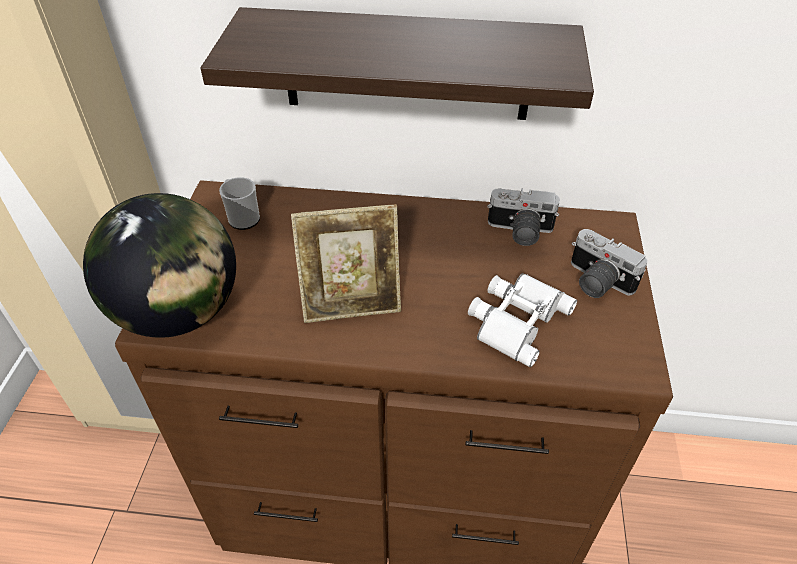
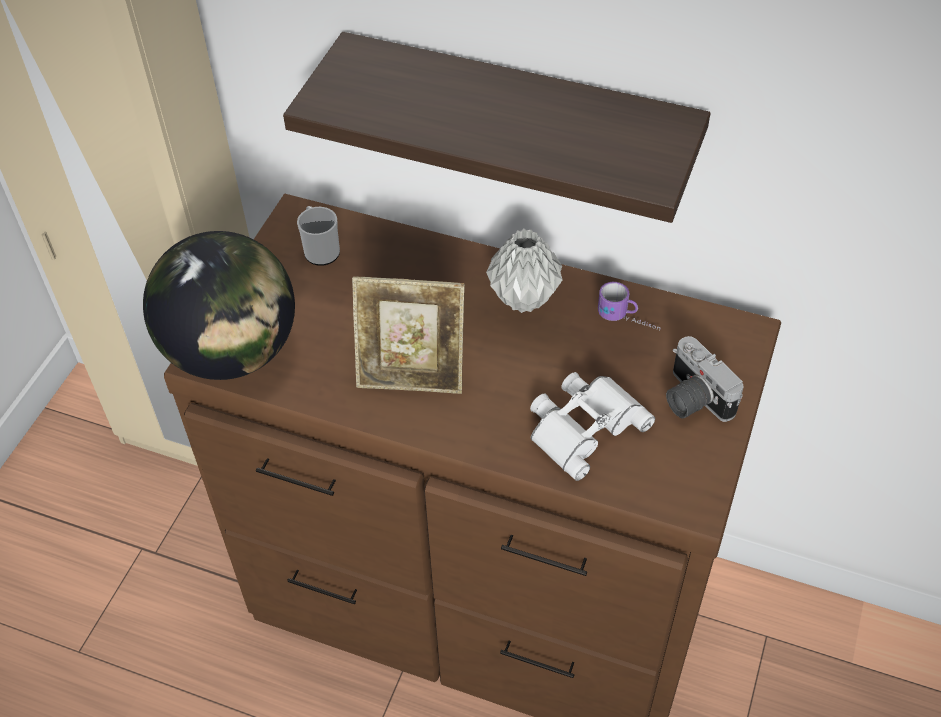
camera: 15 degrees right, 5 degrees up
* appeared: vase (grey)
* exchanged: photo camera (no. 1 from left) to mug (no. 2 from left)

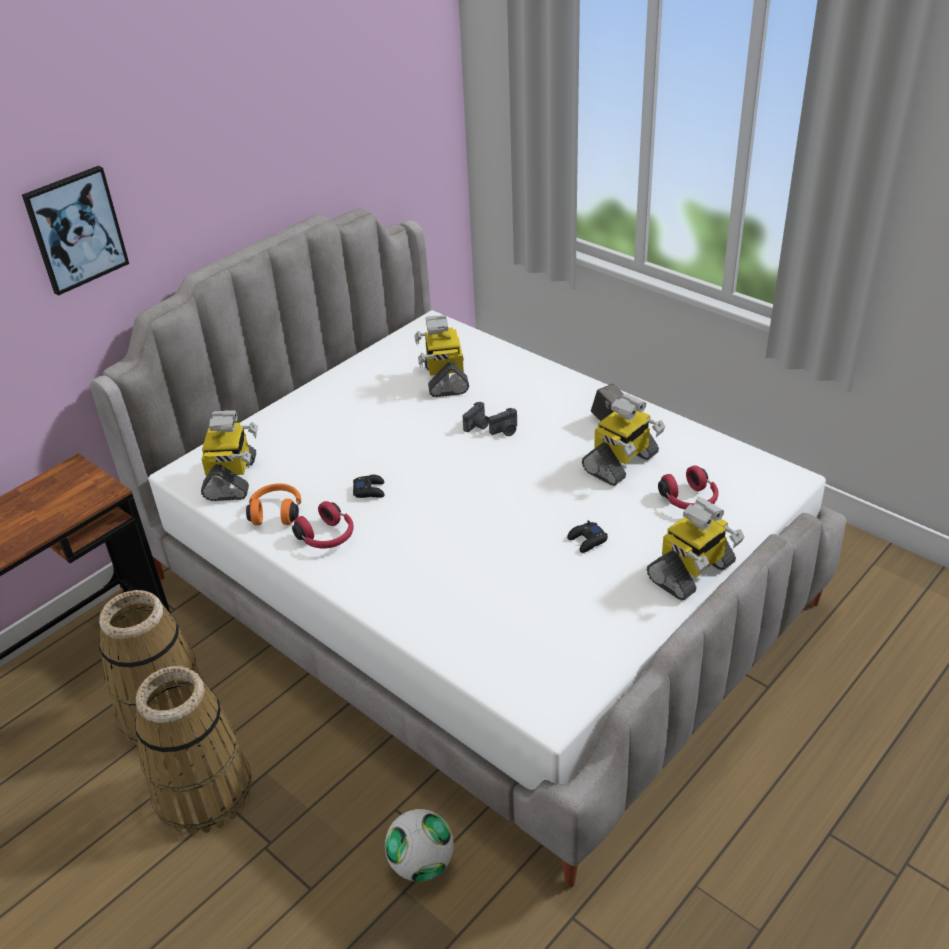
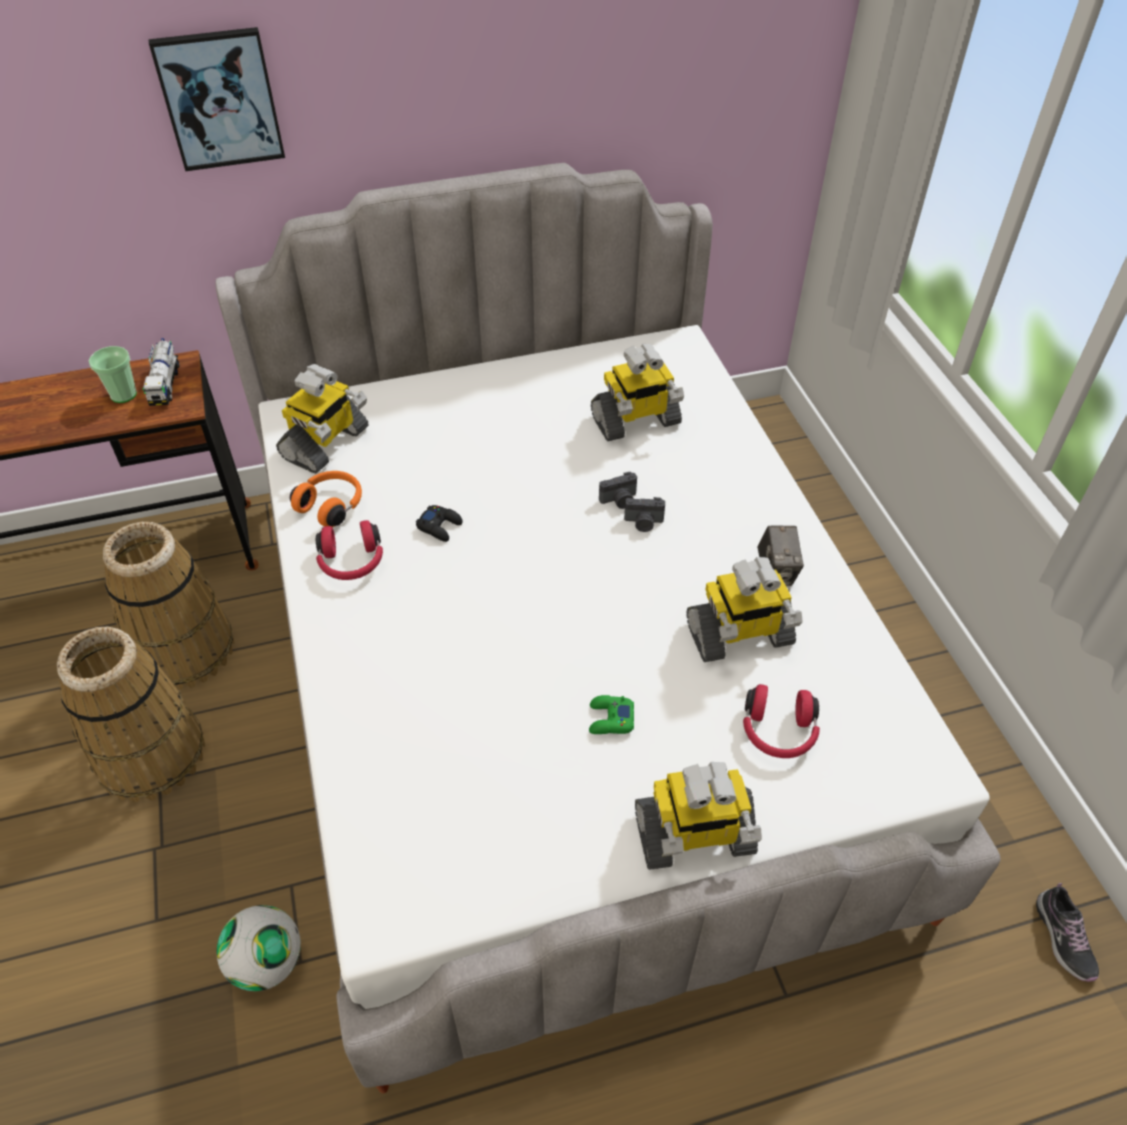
camera: 30 degrees right, 10 degrees up
* appeared: cup
* appeared: toy truck
* colour: game controller (black) (no. 2 from left) to game controller (green)
* spun: toy robot (no. 2 from left) 135 degrees counterclockwise
* appeared: shoe

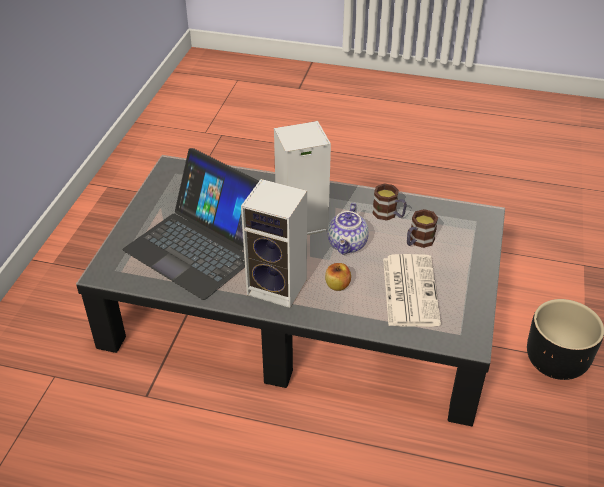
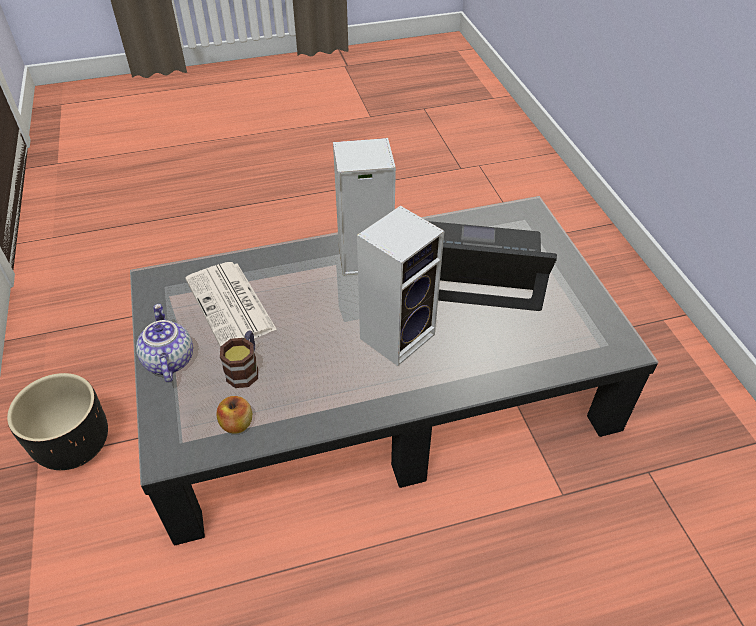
camera: 150 degrees right, 5 degrees up
* relocated: teapot
* relocated: apple
* missing: mug (no. 1 from left)

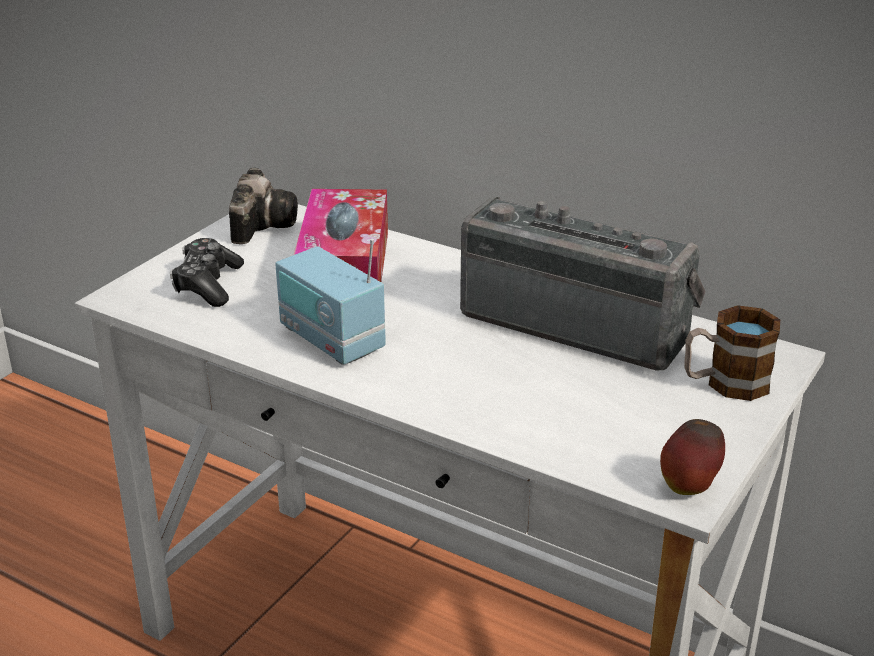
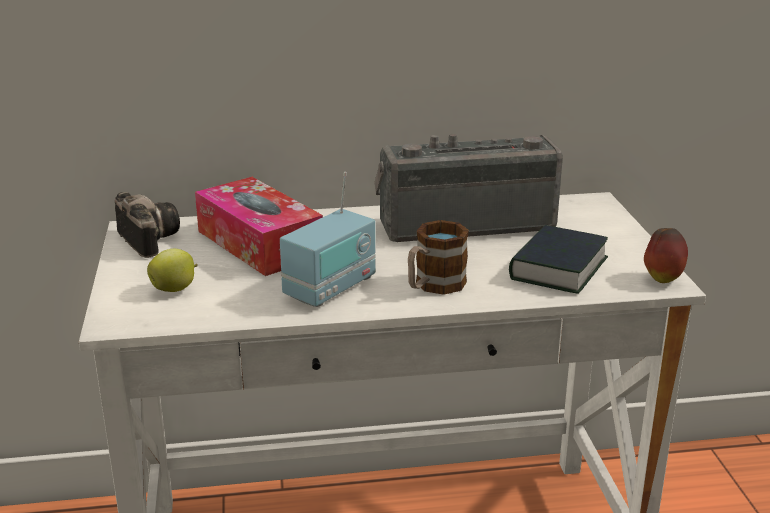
camera: 40 degrees left, 5 degrees down
* exchanged: game controller to apple (no. 1 from left)
* spun: radio (no. 1 from left) 60 degrees counterclockwise
* relocated: mug
* appeared: book

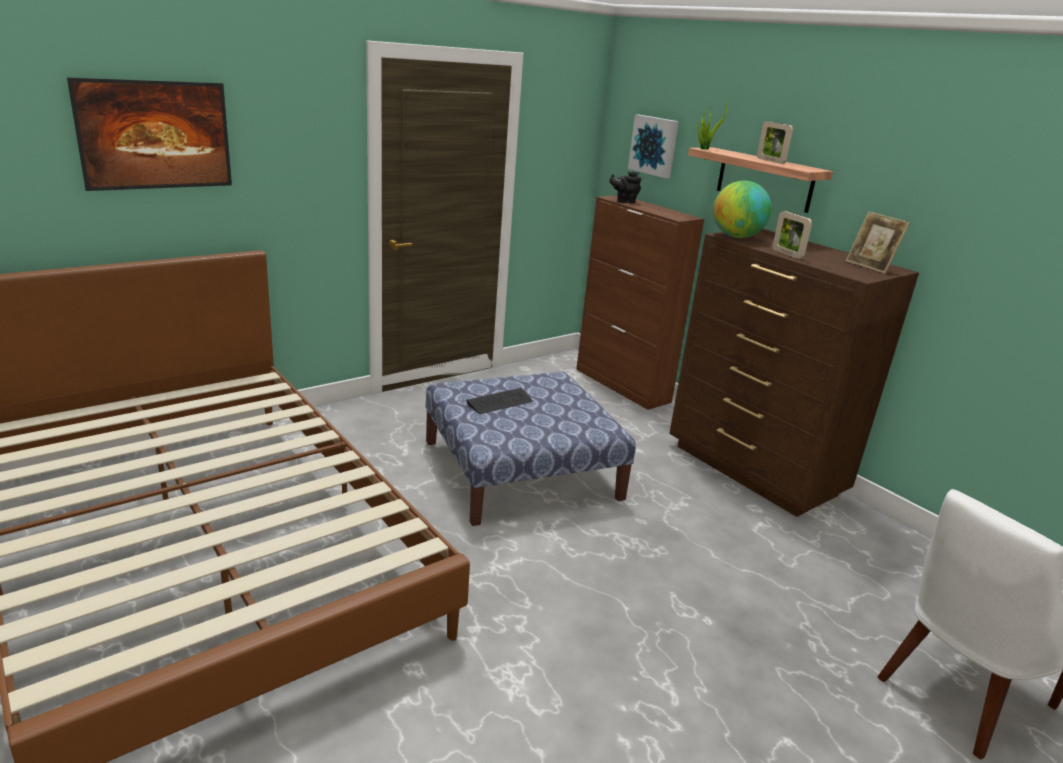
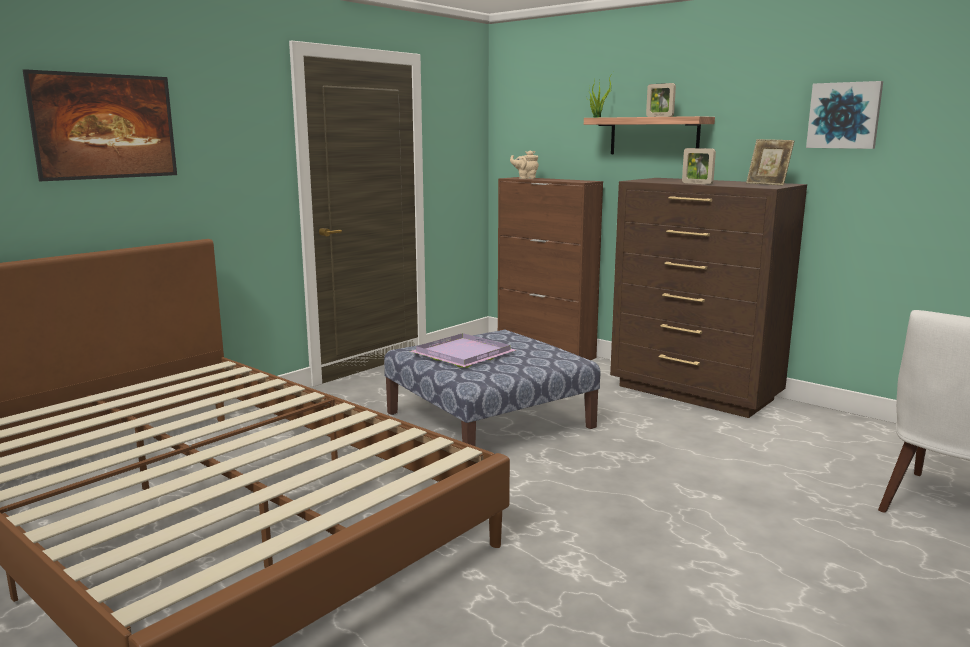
camera: 10 degrees left, 10 degrees down
* exchanged: keyboard to tray (purple)
* colour: teapot (black) to teapot (beige)
* relocated: picture (no. 2 from left)
* missing: globe

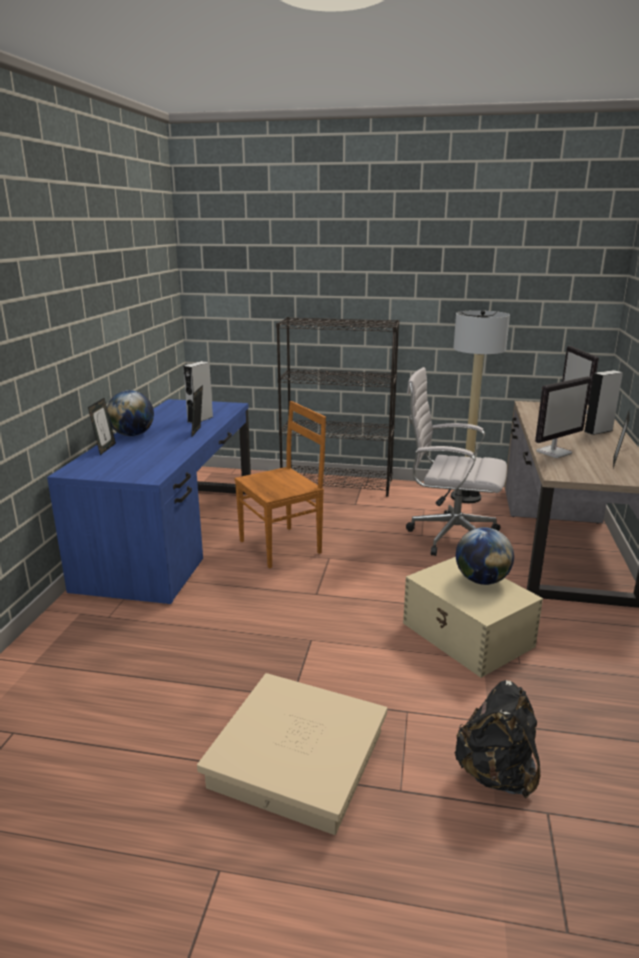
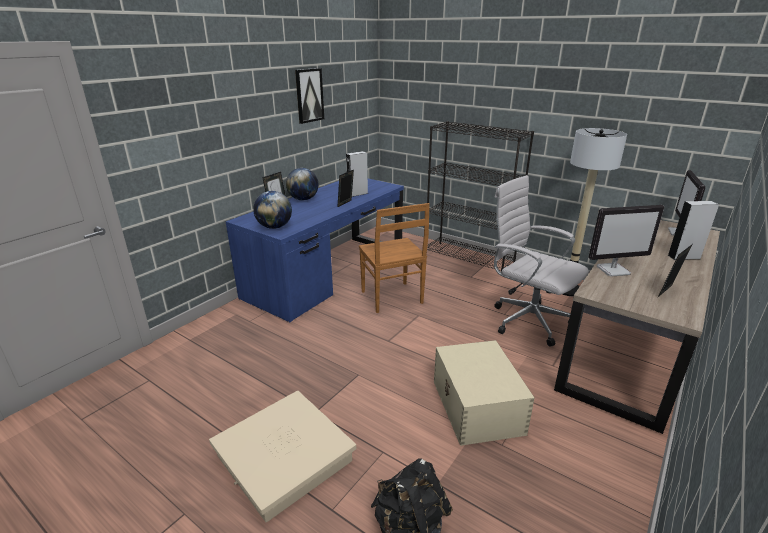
camera: 25 degrees right, 5 degrees up
* relocated: globe (no. 2 from left in the first image) to globe (no. 1 from left)
* appeared: picture
* spun: chair (brown) 75 degrees clockwise

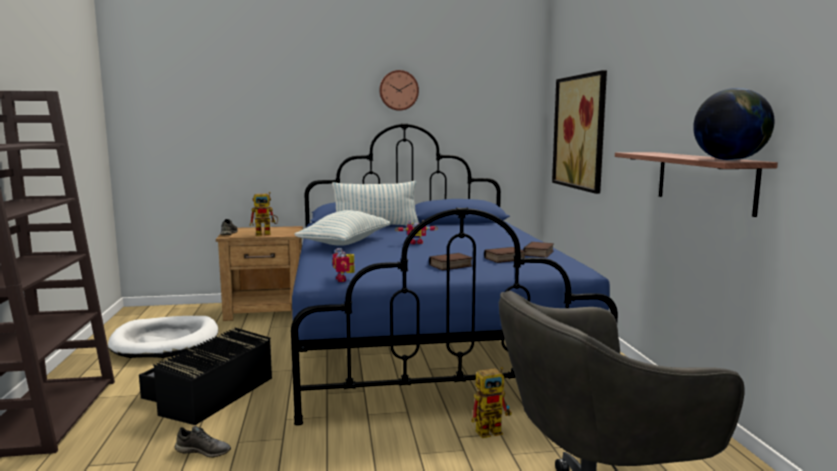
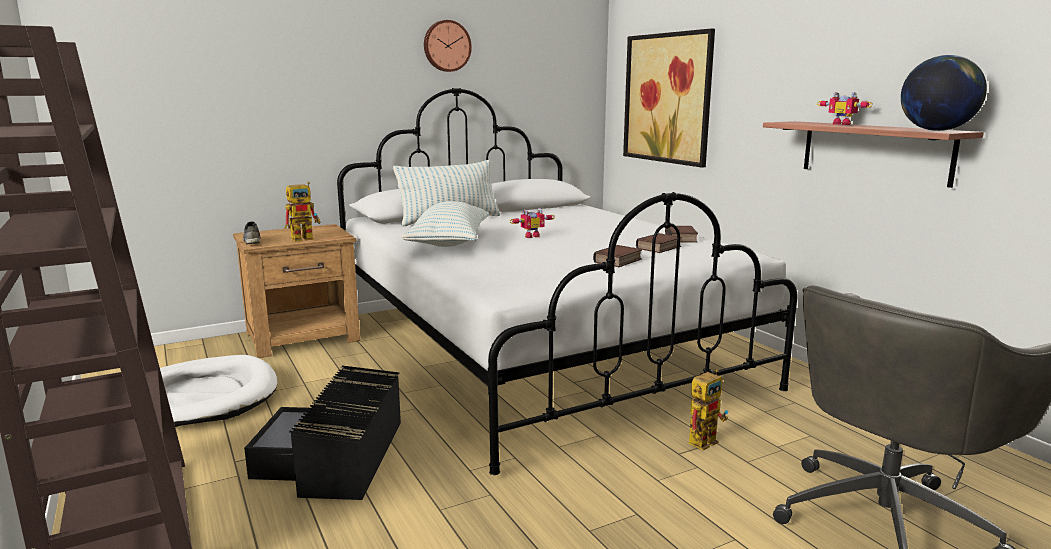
camera: 20 degrees left, 5 degrees up
* colour: bed (blue) to bed (white)
* relocated: toy robot (no. 2 from left in the first image) to toy robot (no. 4 from left)
* missing: shoe (grey) (no. 1 from left)

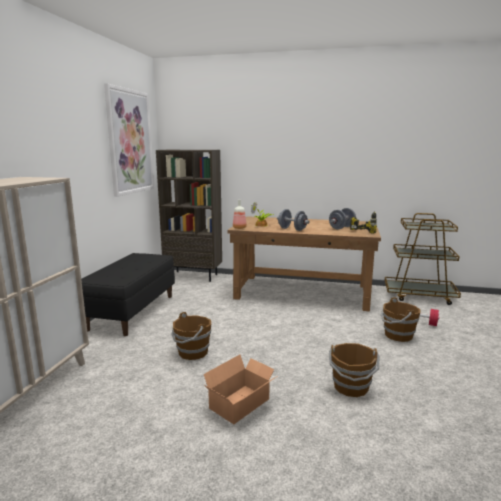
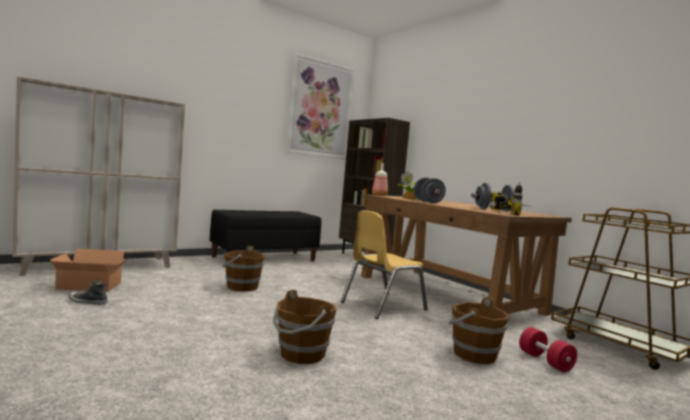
camera: 40 degrees right, 10 degrees down
* relocated: cardboard box
* appeared: shoe
* appeared: chair (yellow)

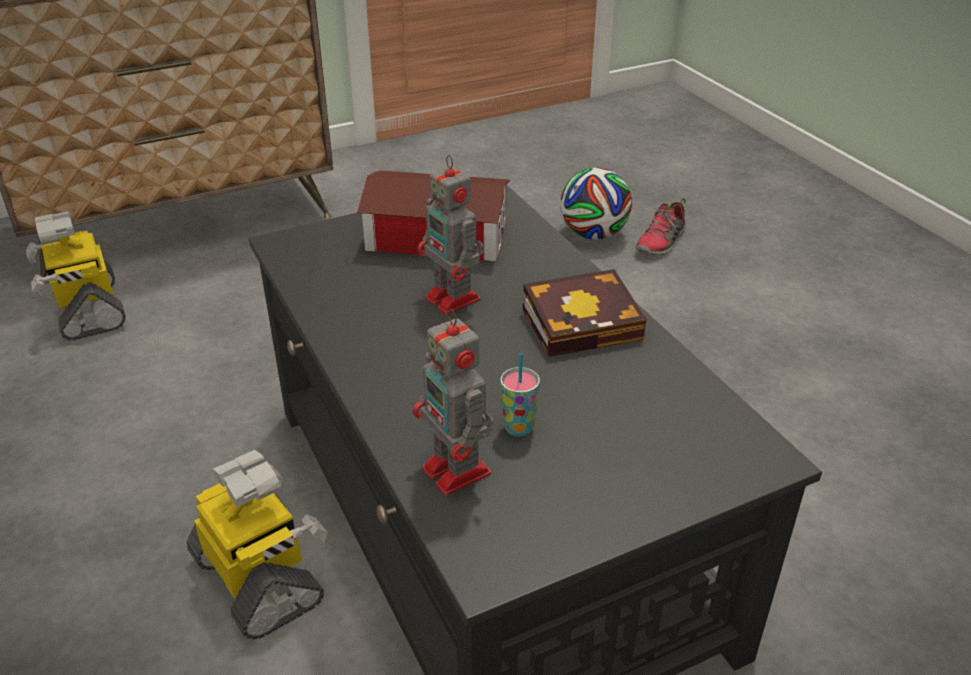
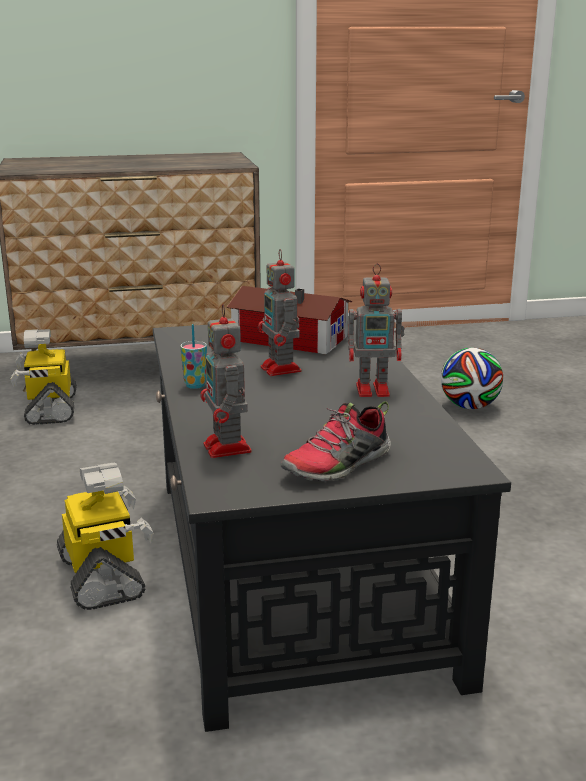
camera: 15 degrees right, 15 degrees down
* relocated: cup
* relocated: shoe
* exchanged: book to toy robot (no. 5 from left)

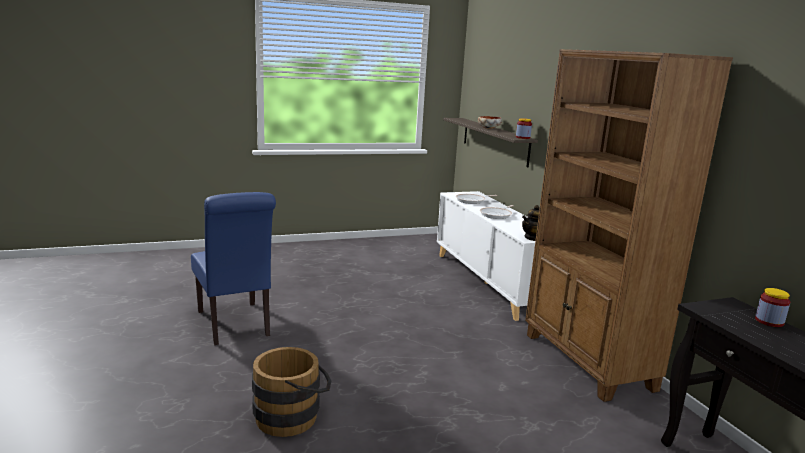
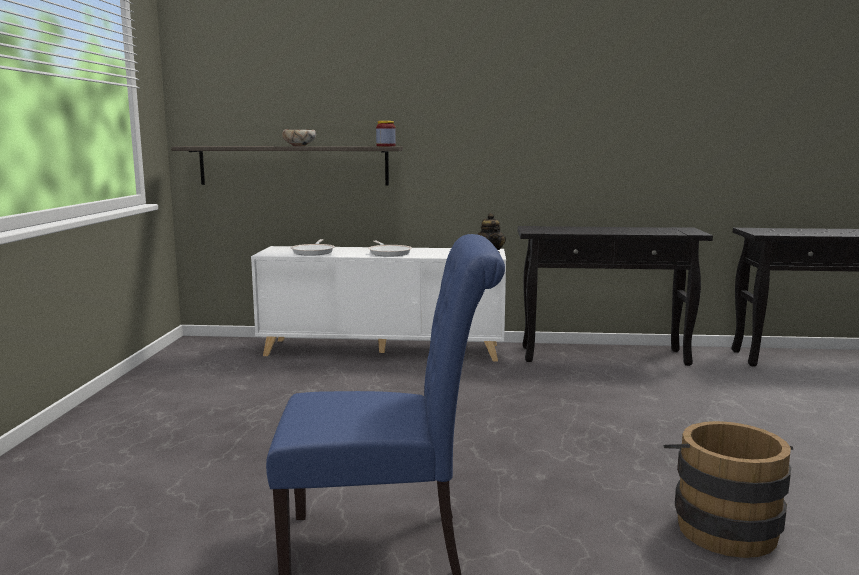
camera: 65 degrees left, 5 degrees down
* exchanged: bookcase (brown) to console table (black) (no. 1 from left)
* missing: jar (no. 2 from left)

